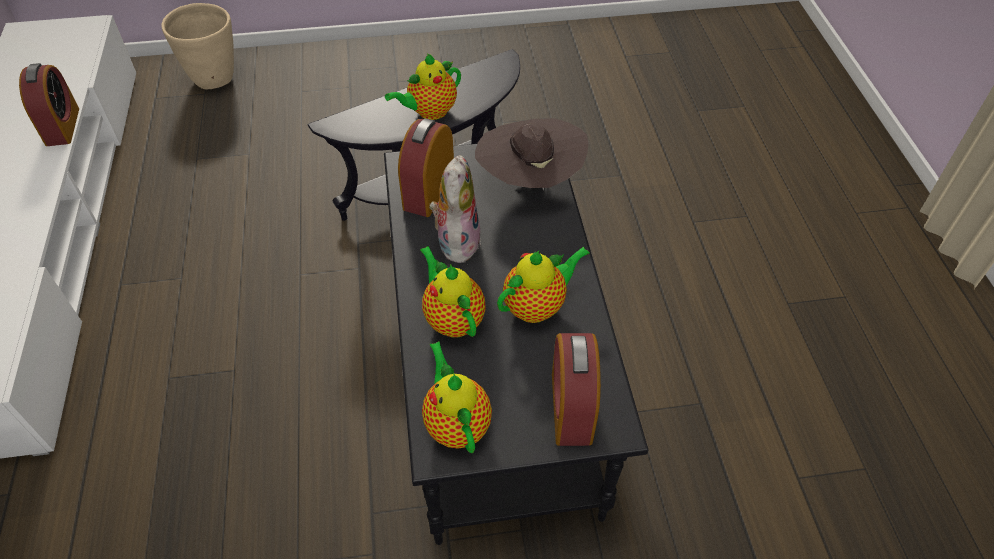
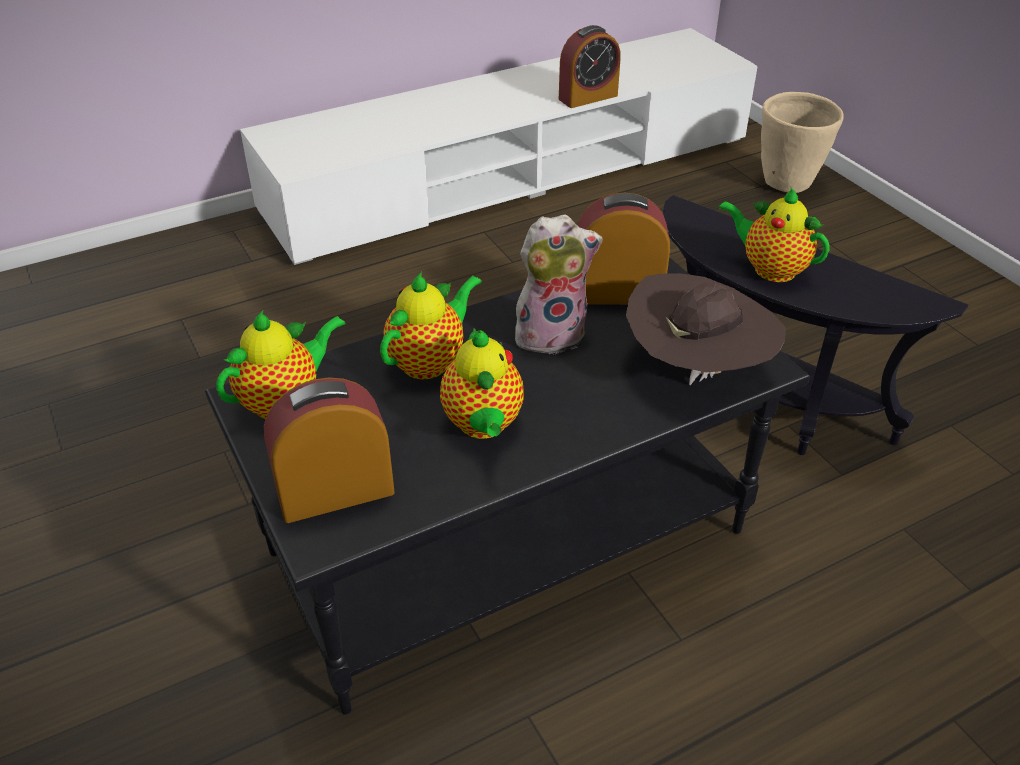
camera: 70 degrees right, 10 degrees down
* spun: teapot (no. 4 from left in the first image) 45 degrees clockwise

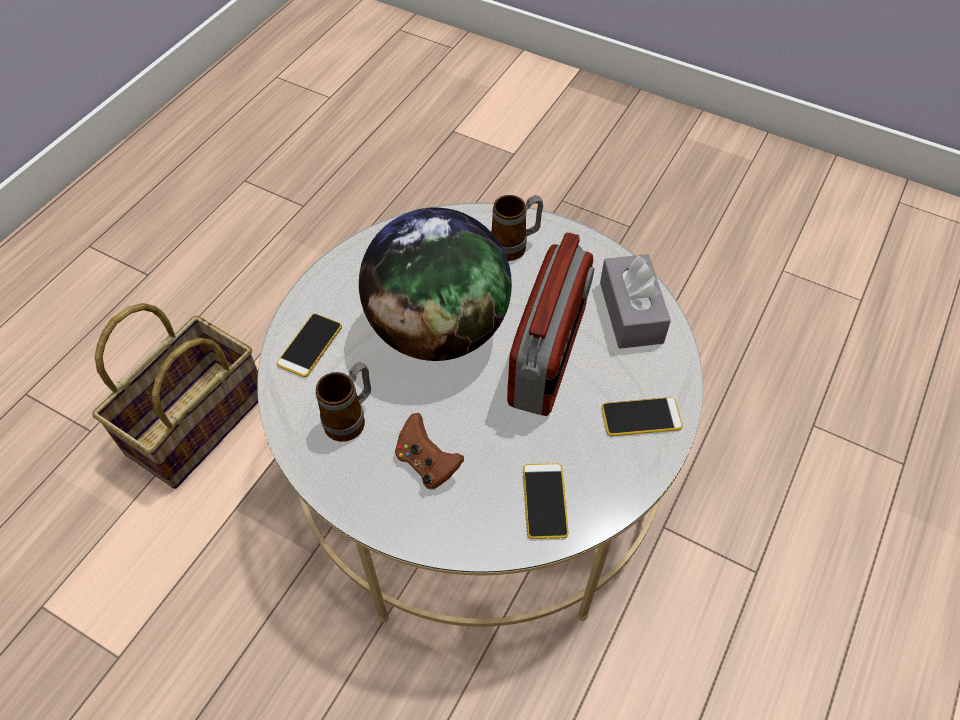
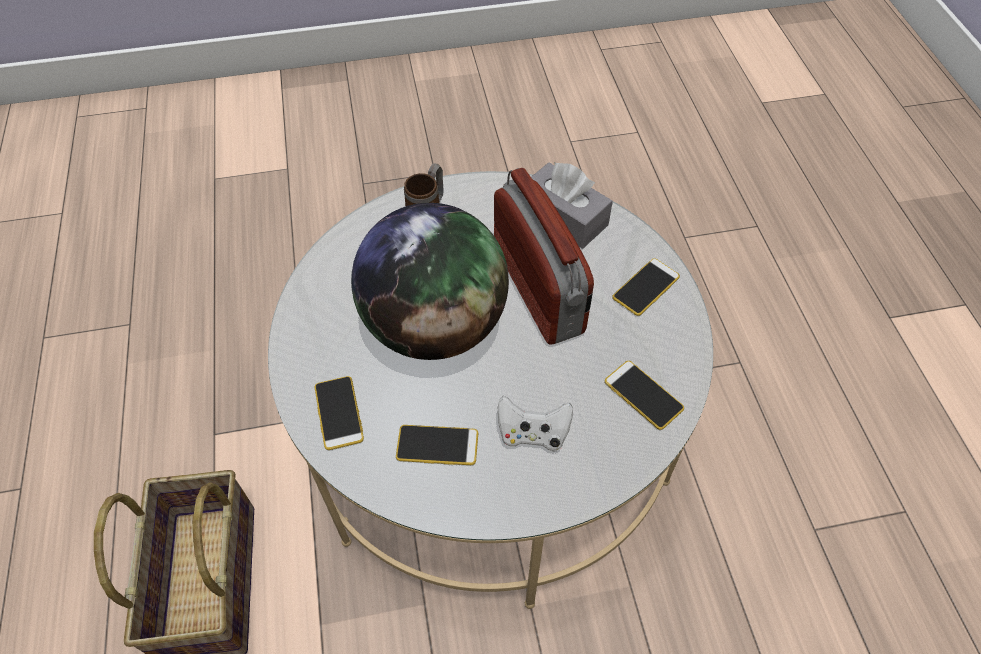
camera: 40 degrees left, 0 degrees up
* exchanged: mug (no. 1 from left) to phone (no. 2 from left)
* colour: game controller (brown) to game controller (white)

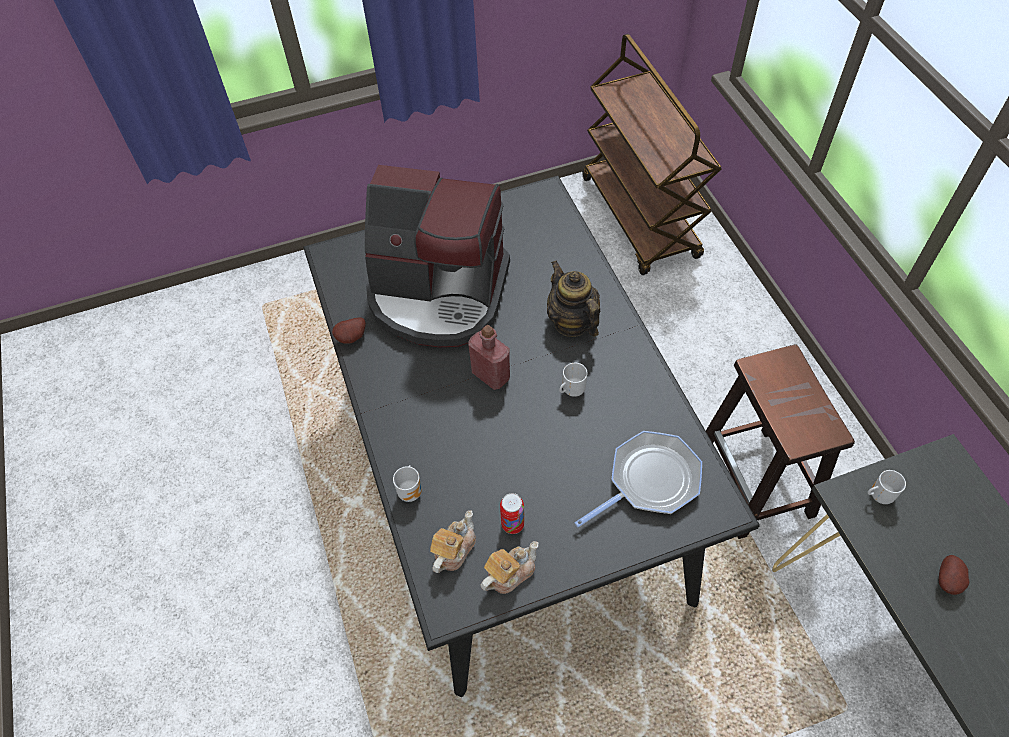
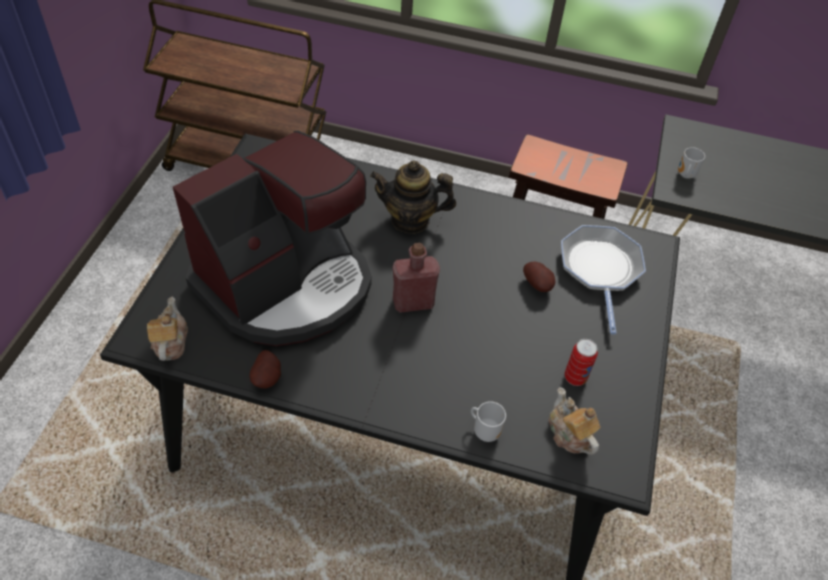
camera: 60 degrees left, 5 degrees down
* relocated: teapot (no. 2 from left in the first image) to teapot (no. 1 from left)
* relocated: potato (no. 2 from left)
* missing: mug (no. 2 from left)

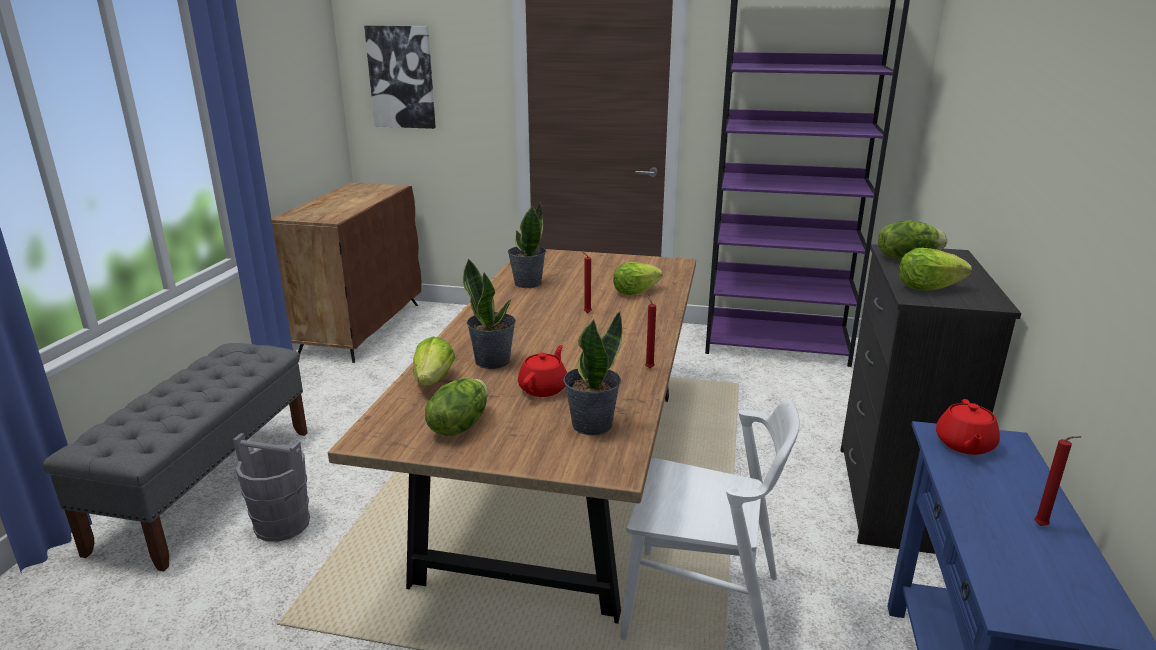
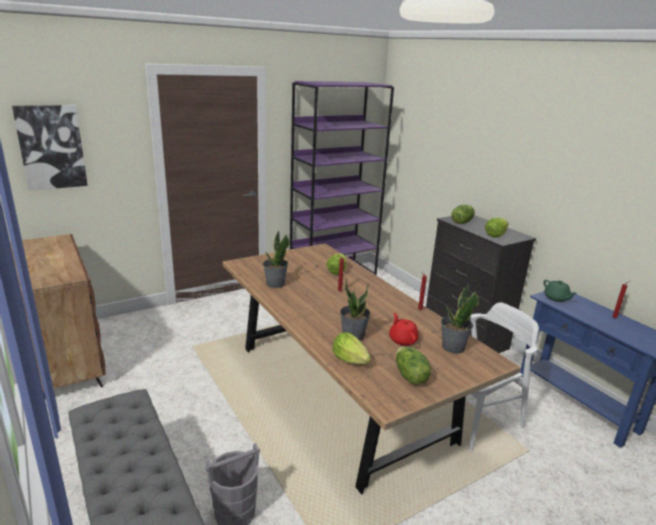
camera: 45 degrees left, 0 degrees up
* colour: teapot (red) (no. 2 from left) to teapot (green)

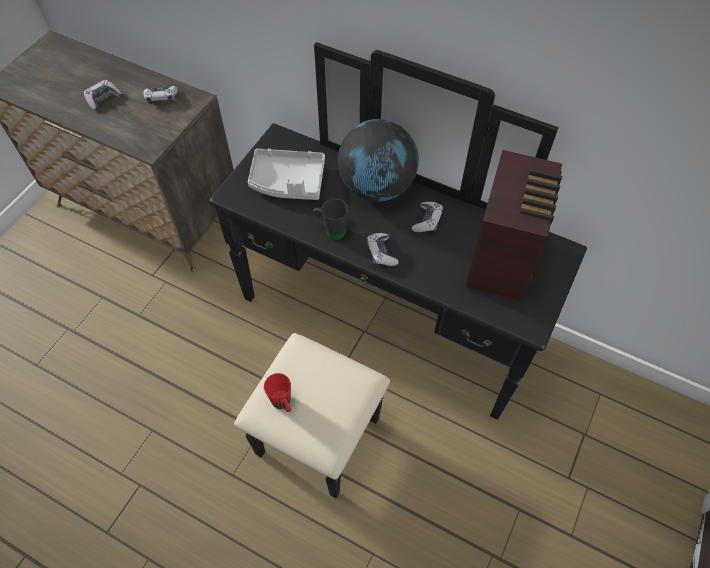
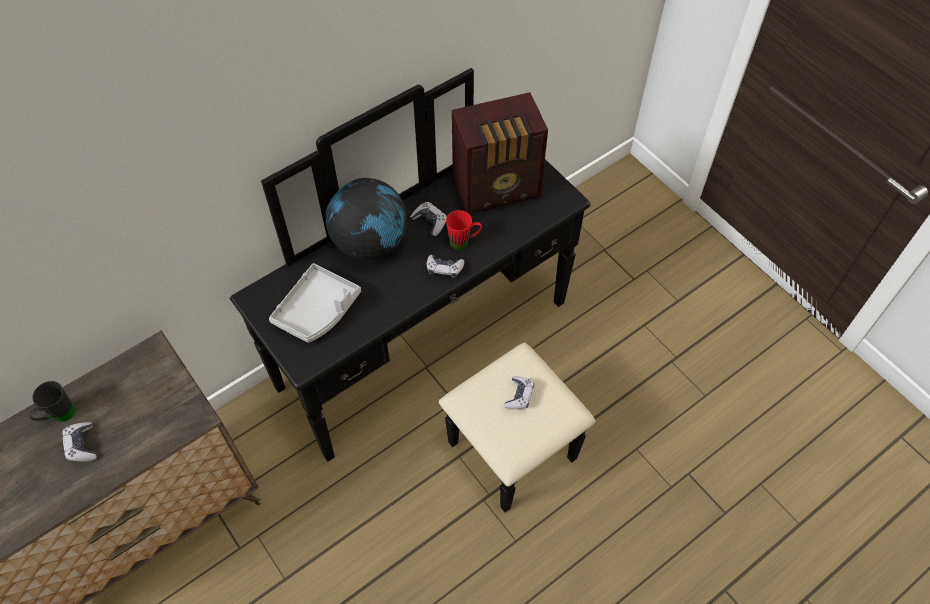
camera: 65 degrees left, 0 degrees up
* relocated: mug (black)
* relocated: mug (red)
* spun: radio 120 degrees clockwise
* relocated: game controller (no. 2 from left in the first image) to game controller (no. 4 from left)

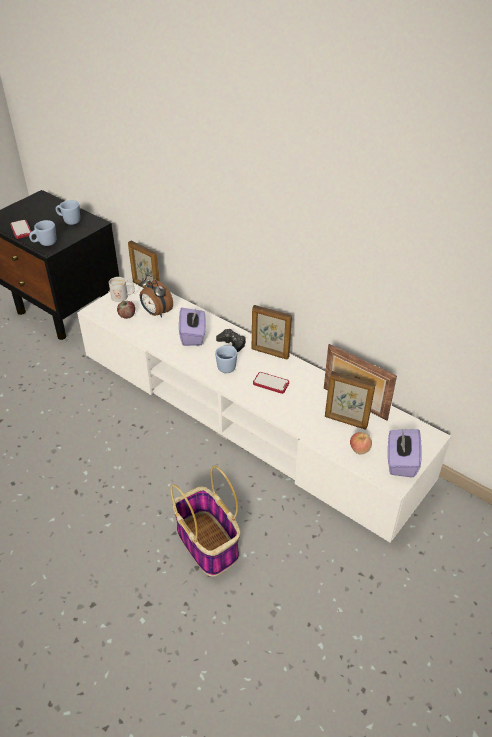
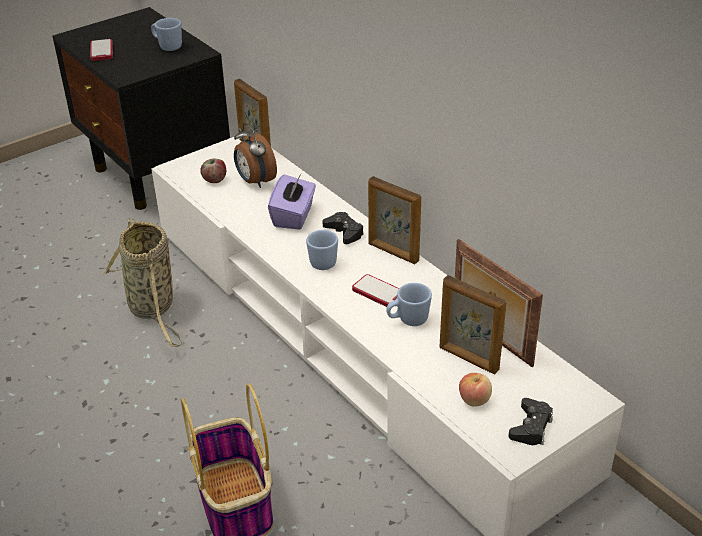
camera: 15 degrees right, 5 degrees down
* appeared: basket (no. 1 from left)
* relocated: mug (blue) (no. 1 from left in the first image) to mug (blue) (no. 3 from left)
* exchanged: tissue box (purple) (no. 2 from left) to game controller (black) (no. 2 from left)
* missing: mug (white)

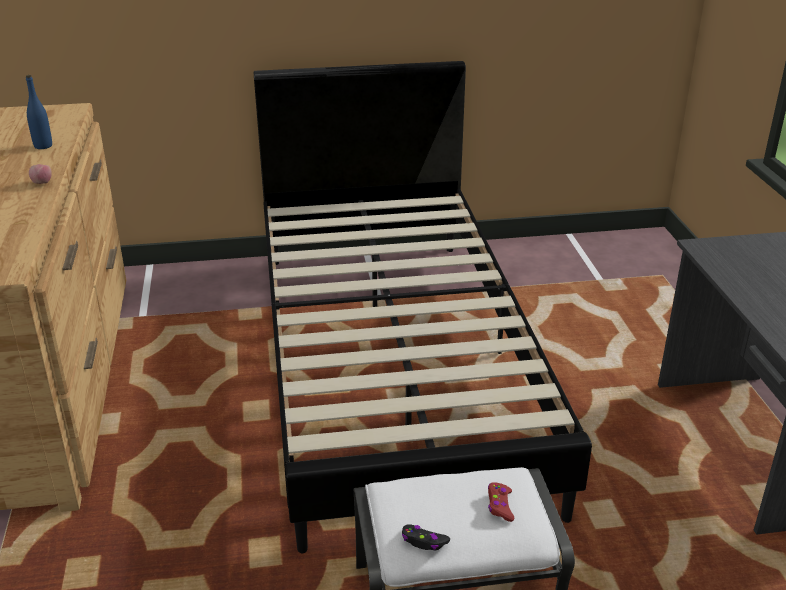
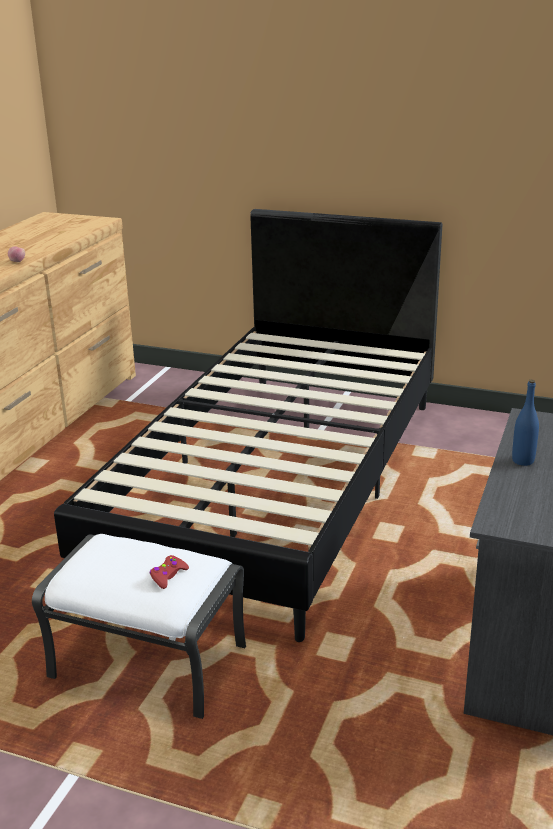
camera: 30 degrees right, 5 degrees down
* relocated: bottle (blue)
* missing: game controller (black)

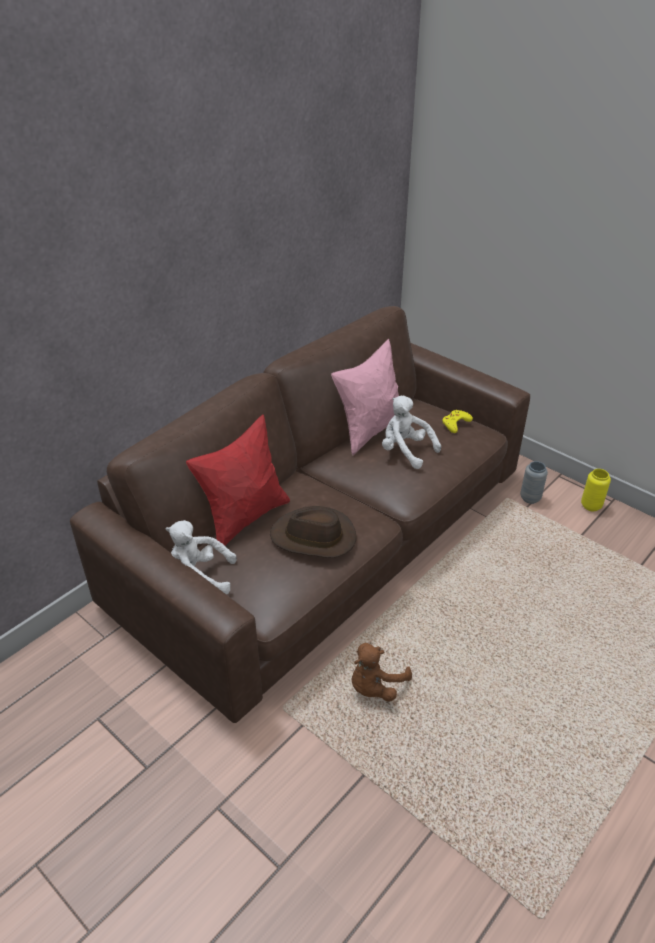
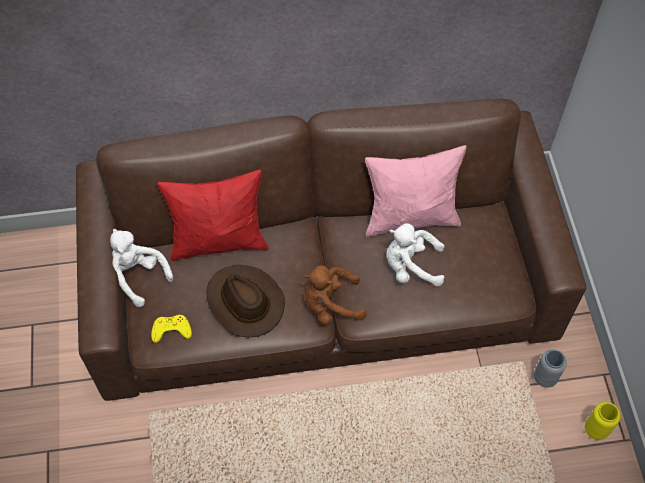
camera: 40 degrees right, 20 degrees up
* relocated: game controller (yellow)
* relocated: plush toy (brown)
* spun: plush toy (white) (no. 2 from left) 75 degrees counterclockwise

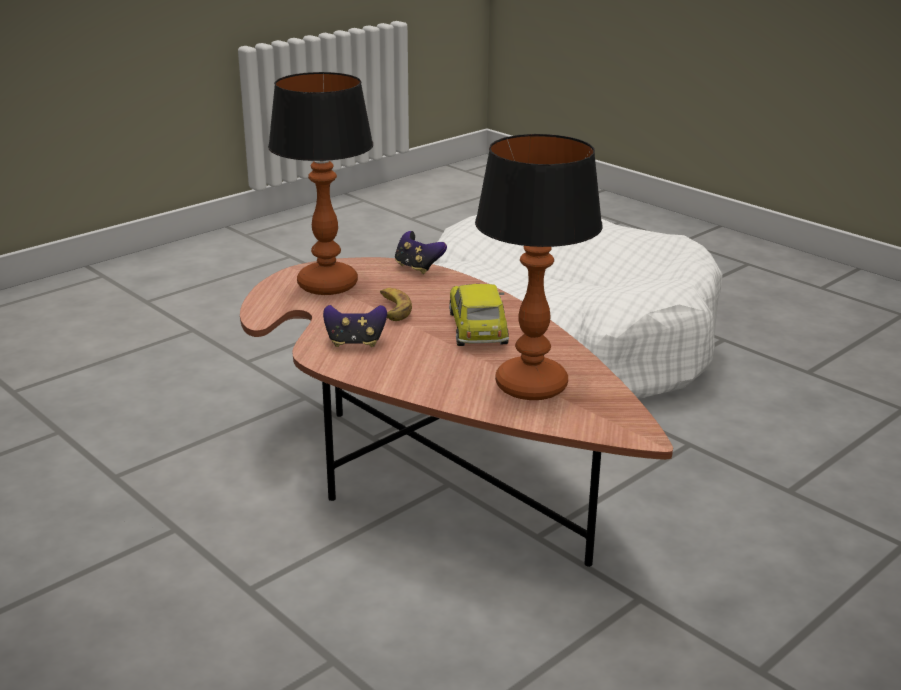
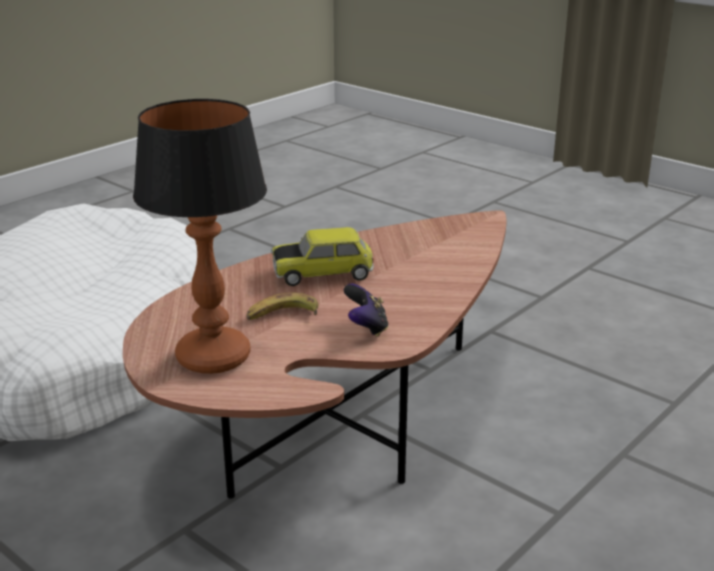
camera: 95 degrees left, 0 degrees up
* missing: game controller (no. 2 from left)
* missing: table lamp (no. 2 from left)

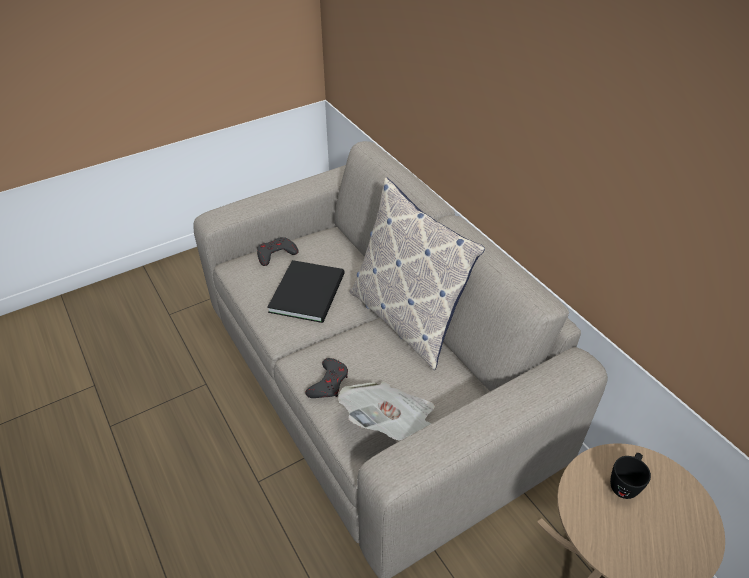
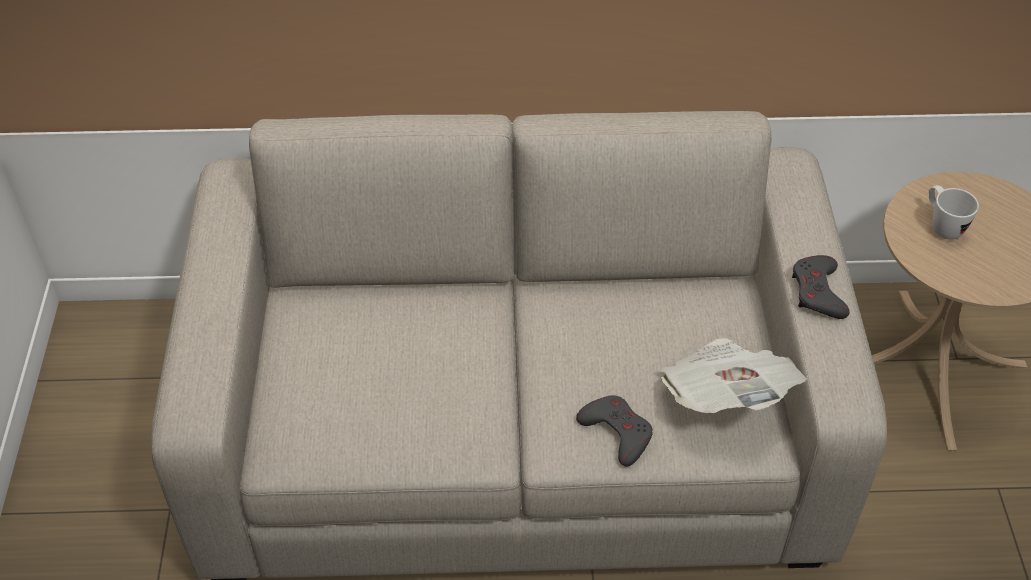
camera: 60 degrees left, 5 degrees up
* relocated: game controller (grey) (no. 1 from left in the first image) to game controller (grey) (no. 2 from left)
* colour: mug (black) to mug (white)
* missing: book (black)
* missing: pillow

